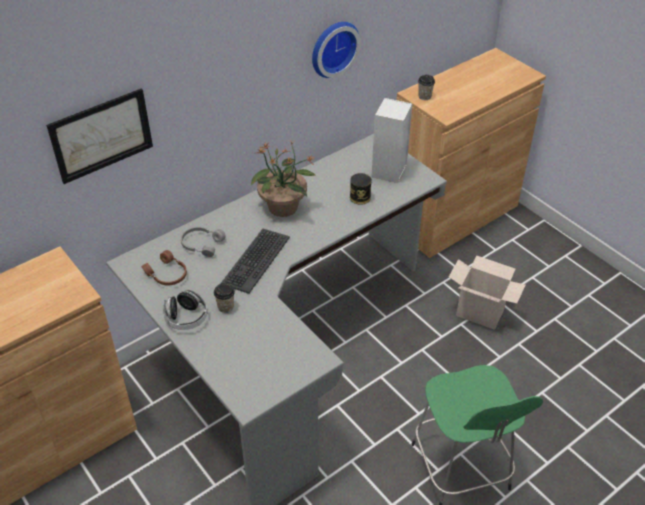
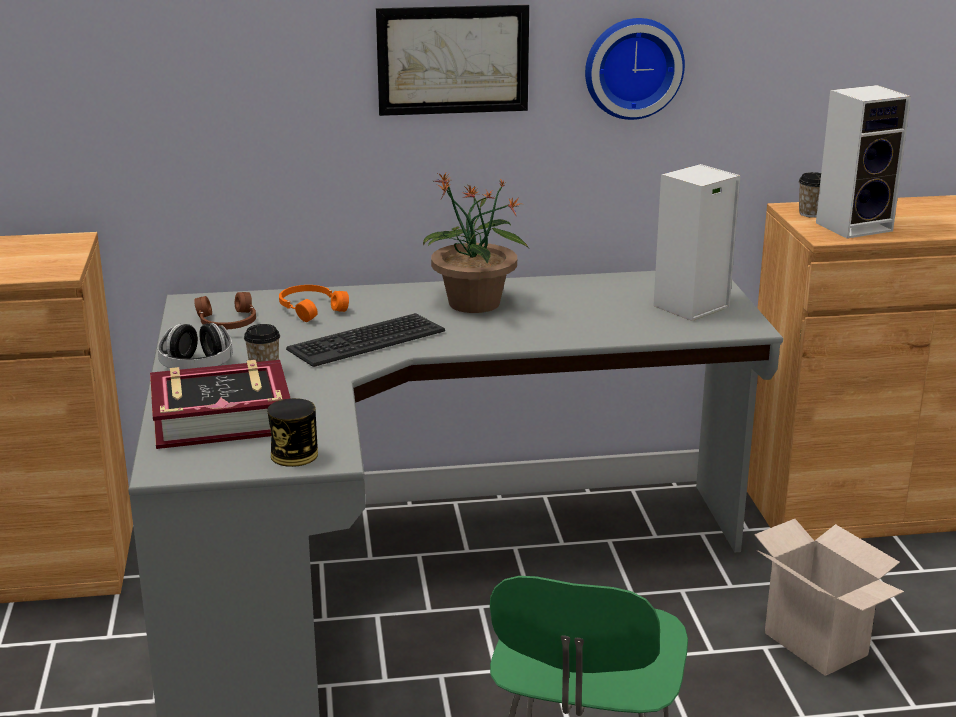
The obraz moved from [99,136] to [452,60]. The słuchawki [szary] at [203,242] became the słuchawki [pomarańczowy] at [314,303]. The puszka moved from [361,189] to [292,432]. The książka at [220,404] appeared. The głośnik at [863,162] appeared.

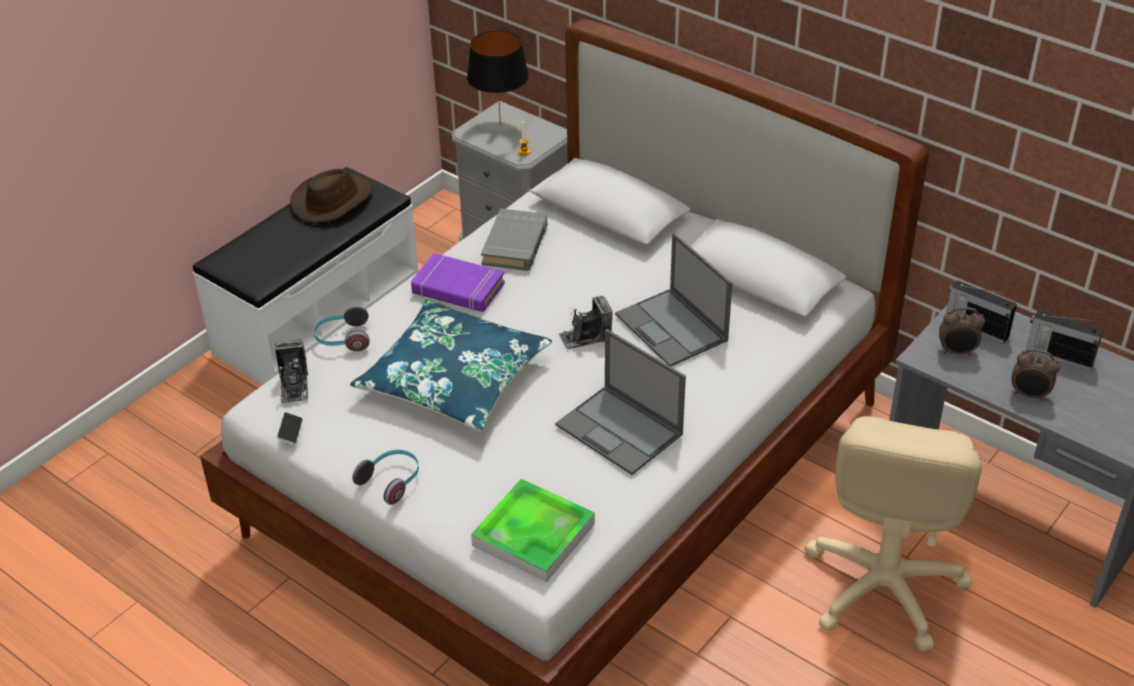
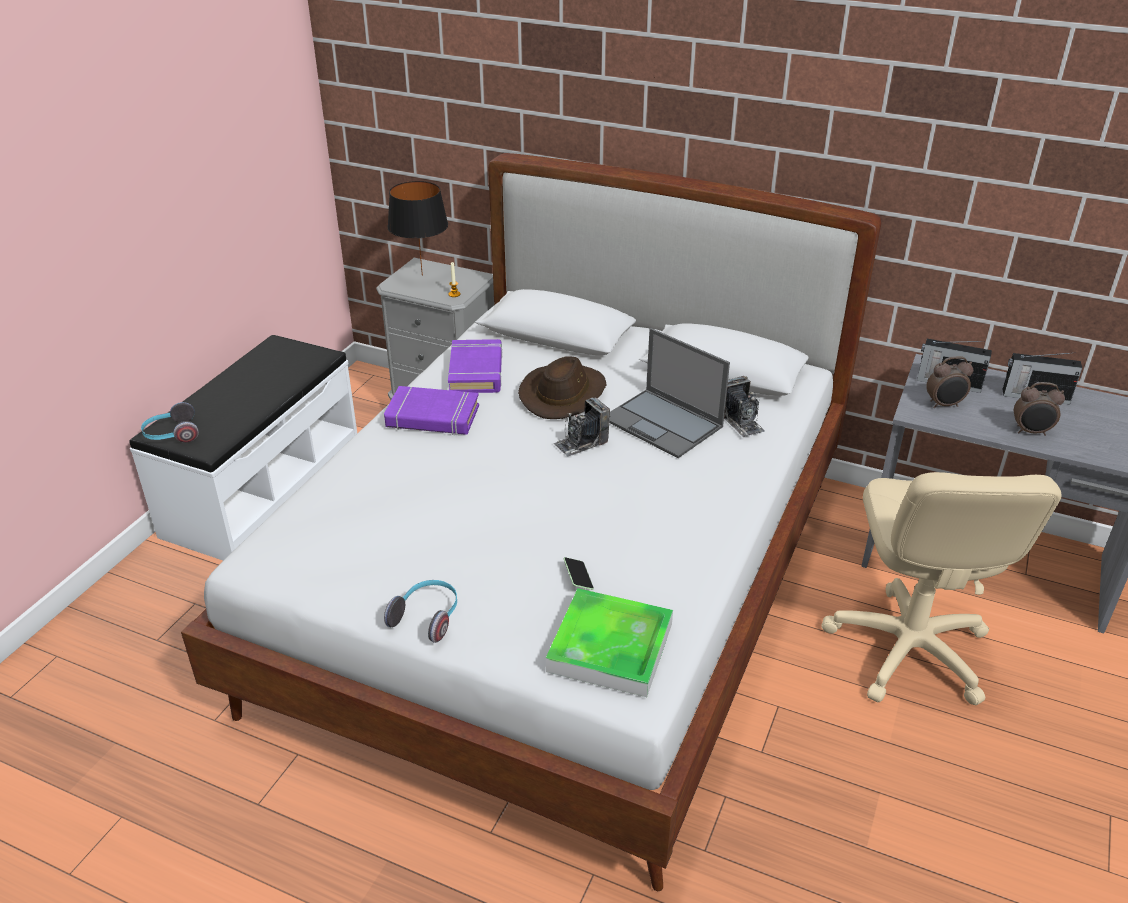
The aparat fotograficzny moved from [291,371] to [744,406]. The telefon moved from [290,428] to [578,573]. The kapelusz [brązowy] moved from [331,196] to [562,387]. The słuchawki moved from [341,328] to [170,422]. The poduszka [niebieski] at [451,366] disappeared. The książka [szary] at [514,239] became the książka [fioletowy] at [475,366]. The laptop at [620,402] disappeared.

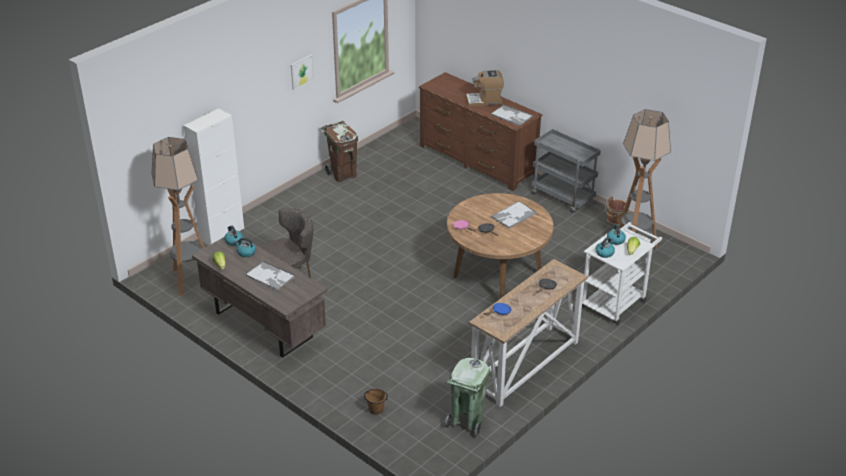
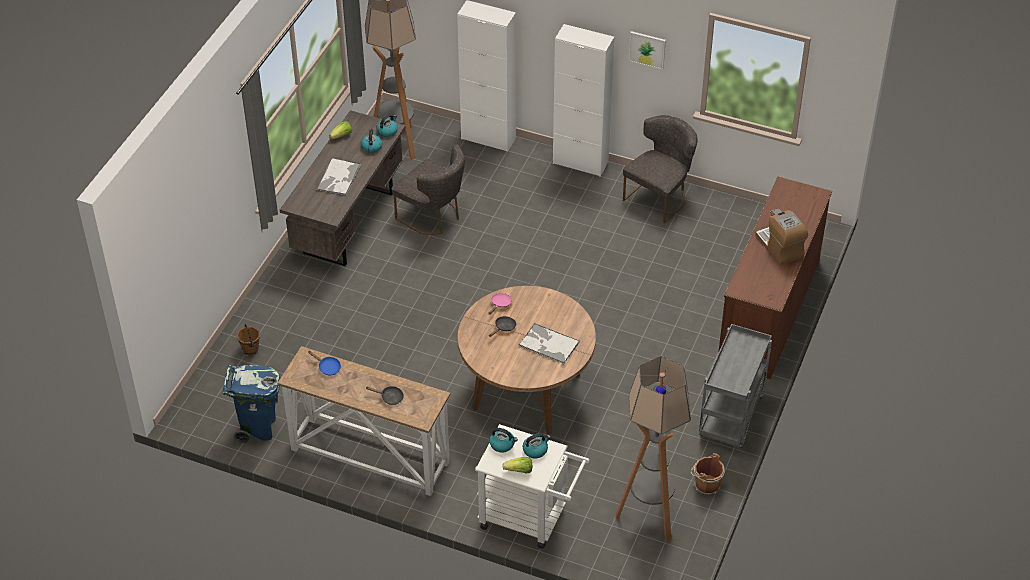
The kosz na śmieci [brązowy] at [339,151] was replaced by the krzesło [szary] at [660,169]. The kosz na śmieci [zielony] at [467,398] became the kosz na śmieci [niebieski] at [251,404]. The taca at [512,115] disappeared. The szafka [biały] at [583,100] appeared.

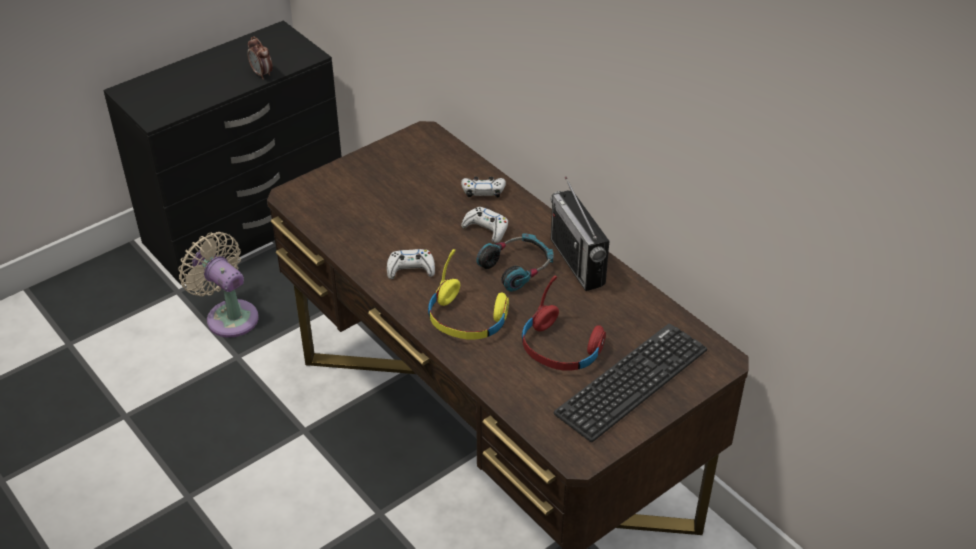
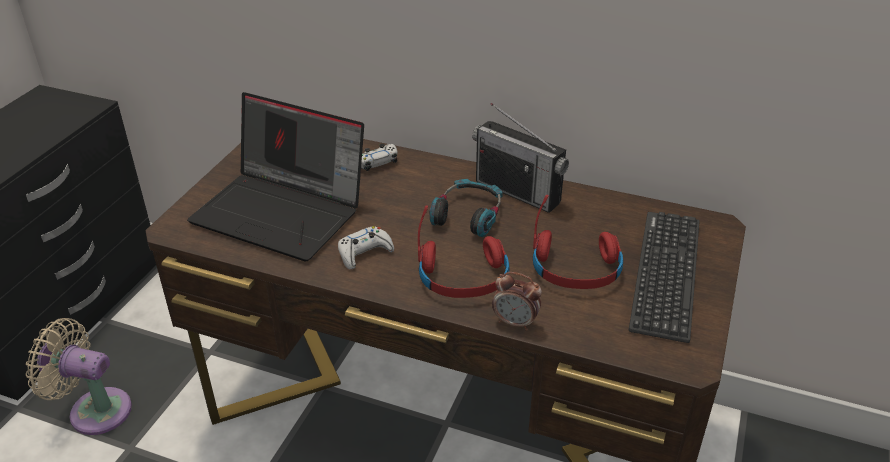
The budzik moved from [260,58] to [517,301]. The słuchawki [żółty] at [468,294] became the słuchawki [czerwony] at [463,251]. The pad do gier [biały] at [484,225] disappeared. The laptop at [275,177] appeared.

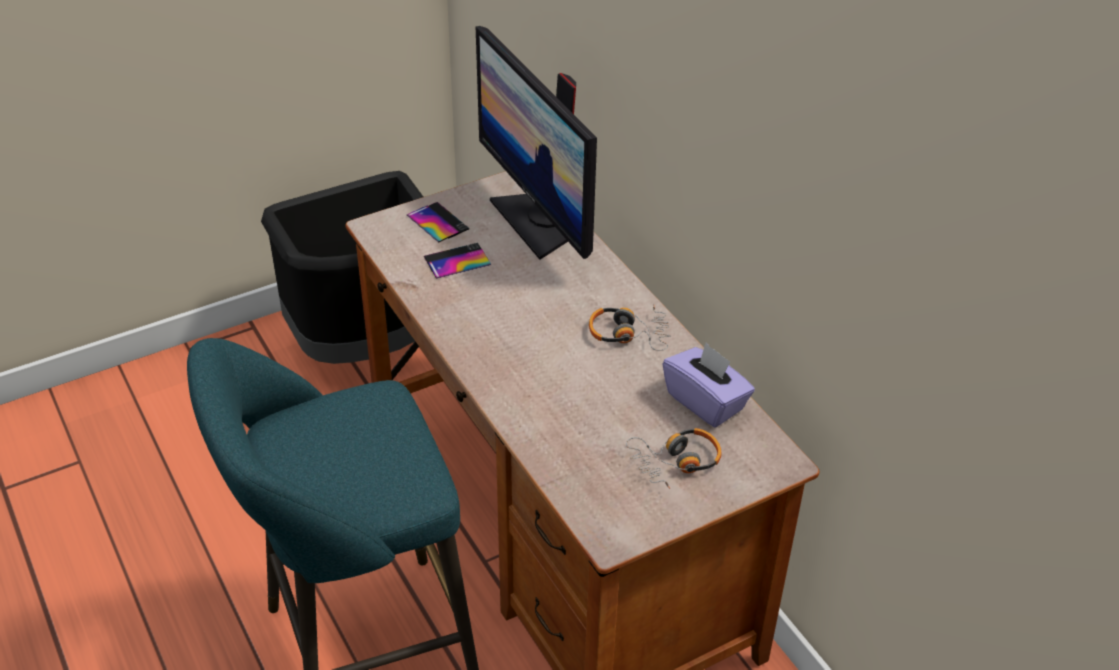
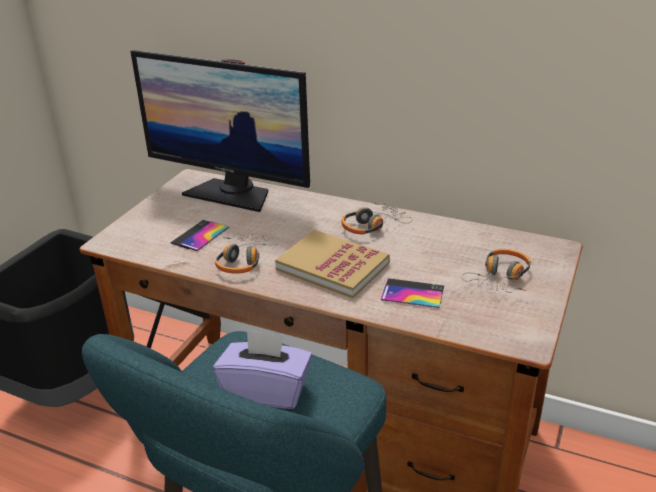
The telefon moved from [438,222] to [412,293]. The pudełko chusteczek [fioletowy] moved from [709,385] to [262,369]. The słuchawki at [247,254] appeared. The książka at [332,264] appeared.

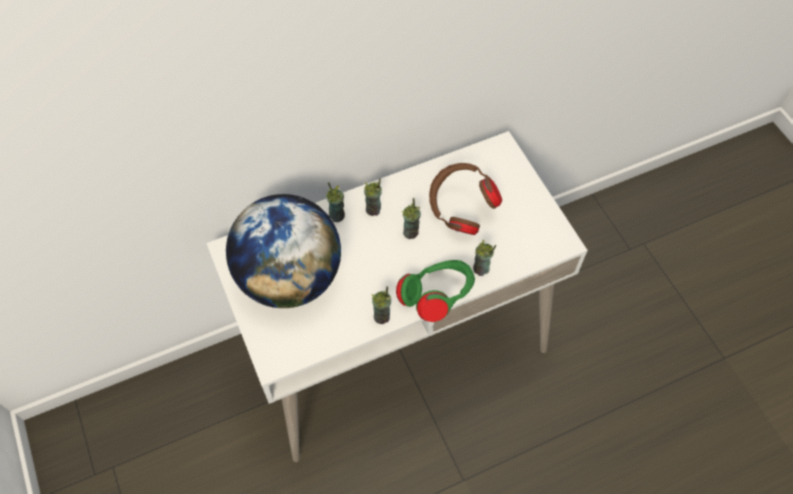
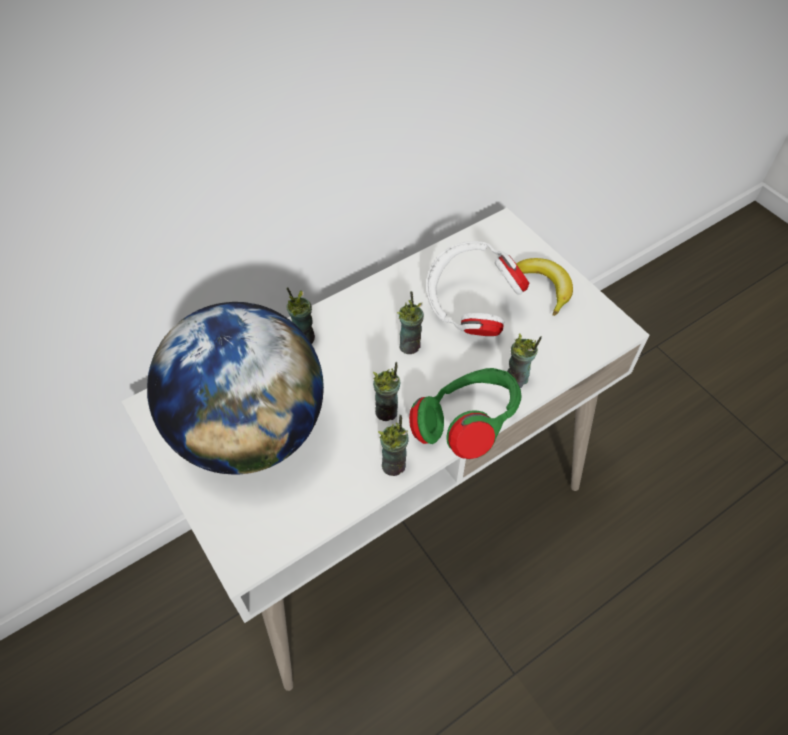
The filiżanka moved from [373,197] to [386,391]. The słuchawki [brązowy] at [465,199] became the słuchawki [biały] at [477,288]. The banan at [544,287] appeared.

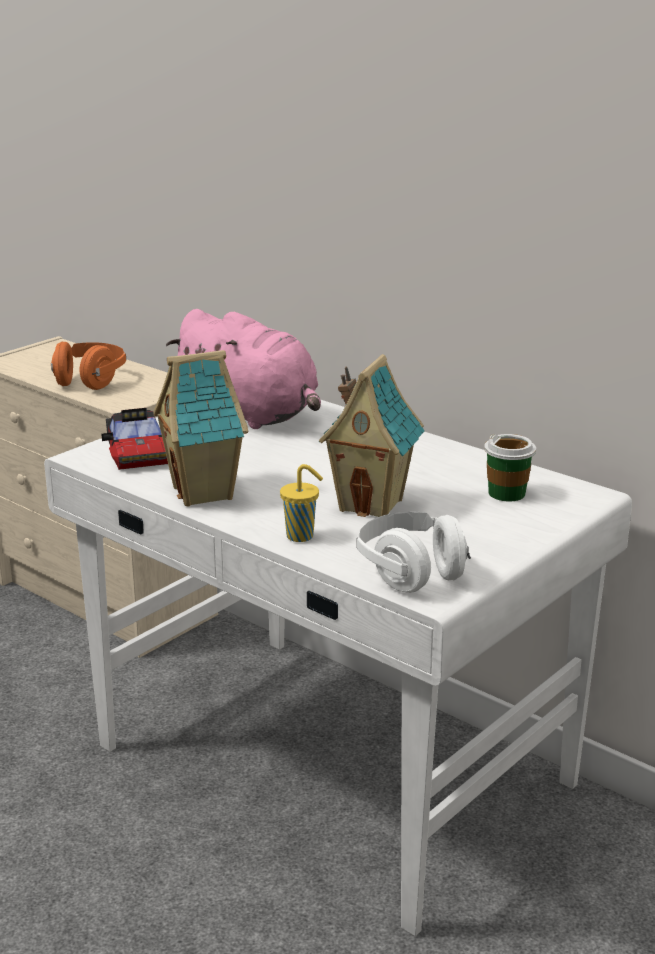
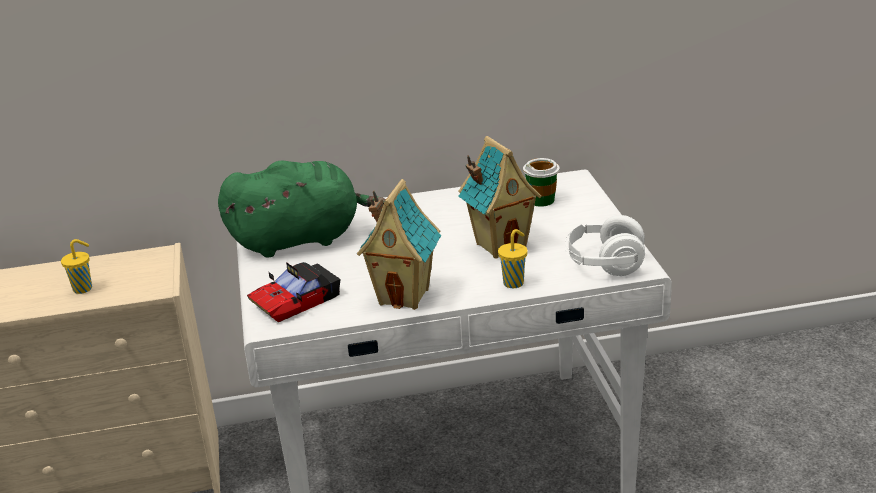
The słuchawki [pomarańczowy] at [88,366] was replaced by the filiżanka [żółty] at [76,266]. The samochodzik at [135,439] turned 120 degrees clockwise. The pluszak [różowy] at [243,369] became the pluszak [zielony] at [302,209].

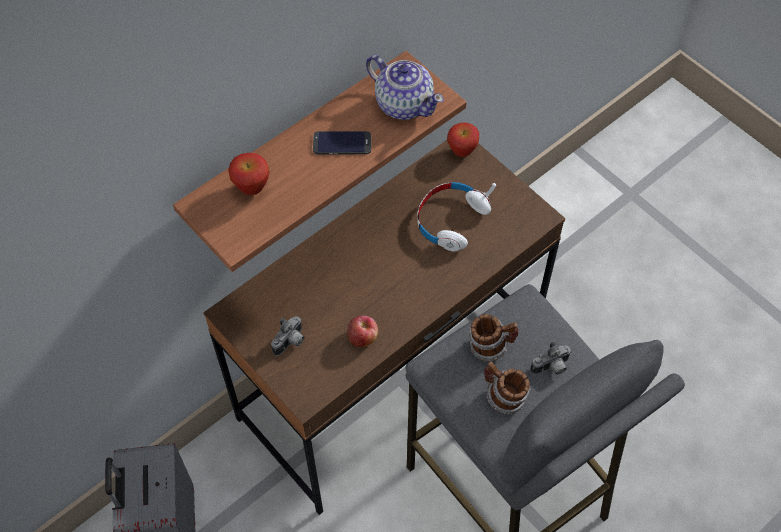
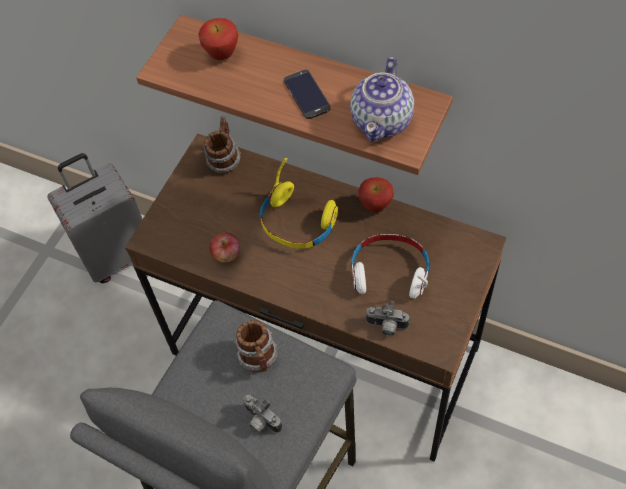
The aparat fotograficzny moved from [288,336] to [387,318]. The jabłko moved from [463,139] to [376,195]. The kubek moved from [507,387] to [222,144]. The słuchawki [żółty] at [299,203] appeared.

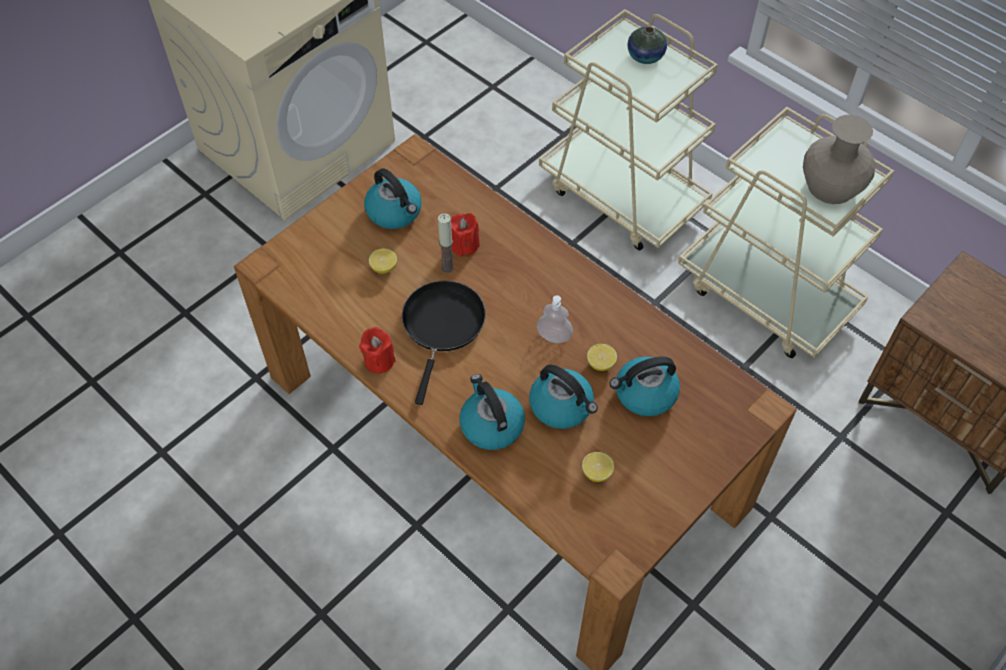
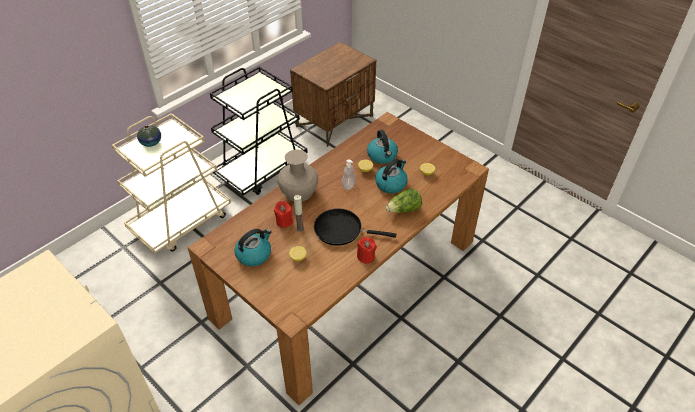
The czajnik at [492,412] was replaced by the sałata at [403,201]. The wózek [beżowy] at [786,232] became the wózek [czarny] at [259,131]. The wazon [beżowy] moved from [839,159] to [298,175].

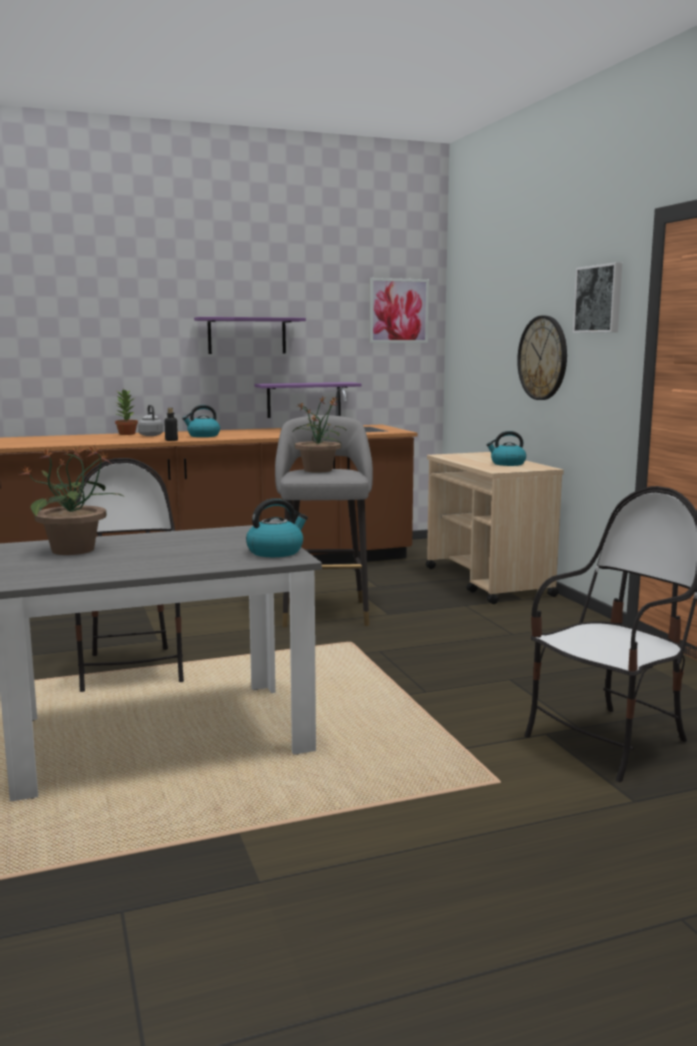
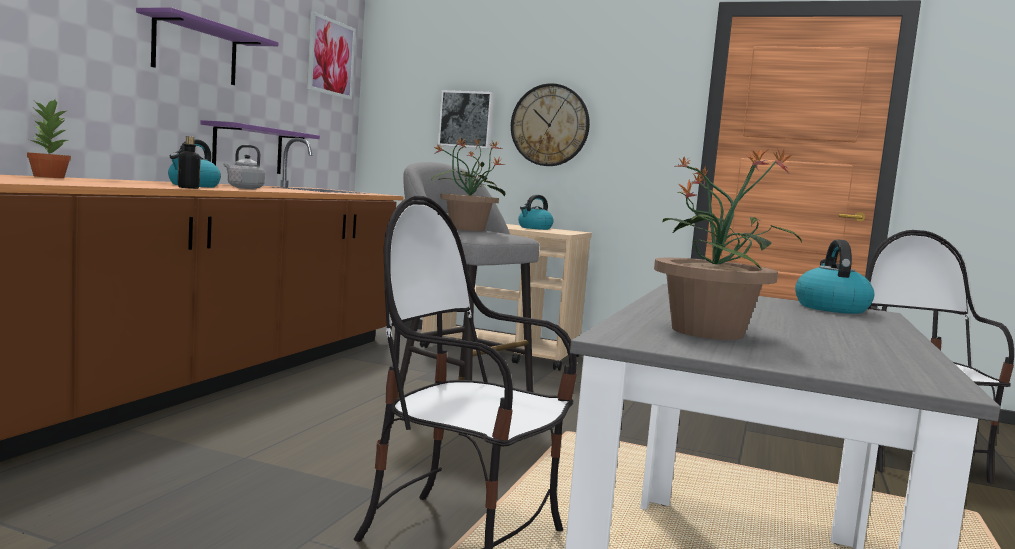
The czajnik [szary] moved from [150,420] to [244,167]. The obraz moved from [597,297] to [466,119].

